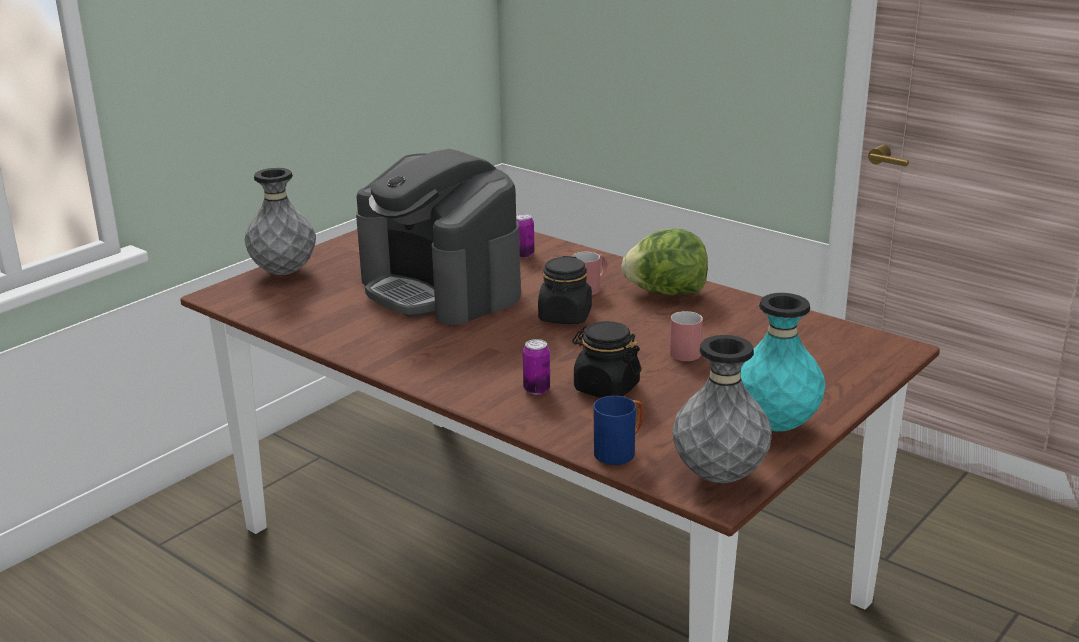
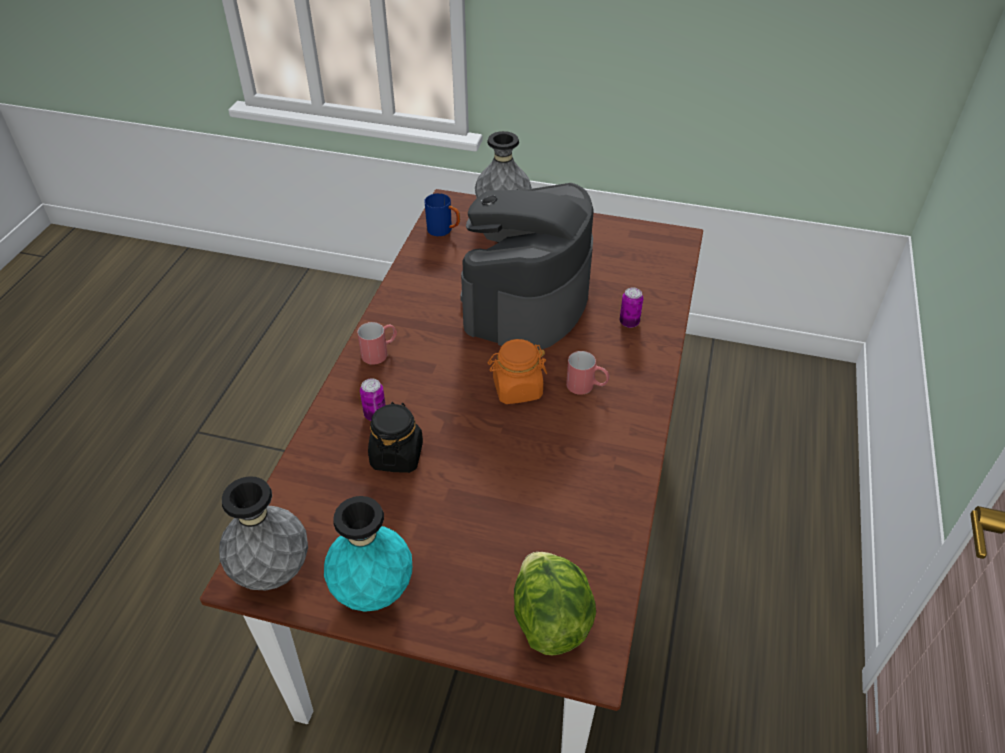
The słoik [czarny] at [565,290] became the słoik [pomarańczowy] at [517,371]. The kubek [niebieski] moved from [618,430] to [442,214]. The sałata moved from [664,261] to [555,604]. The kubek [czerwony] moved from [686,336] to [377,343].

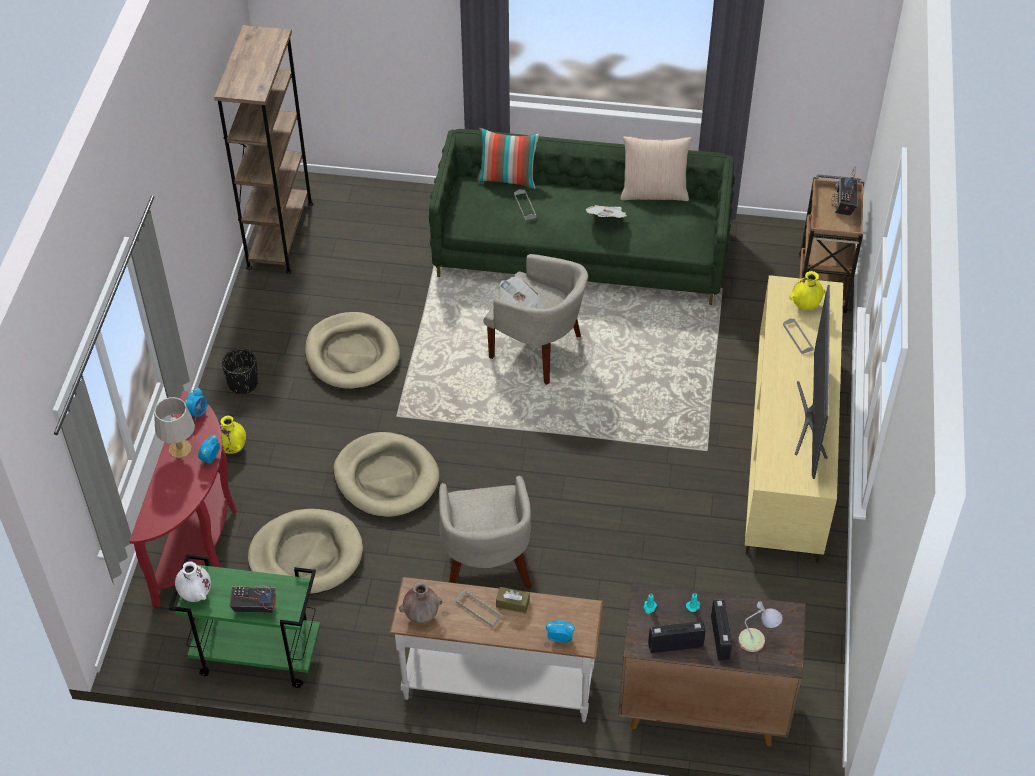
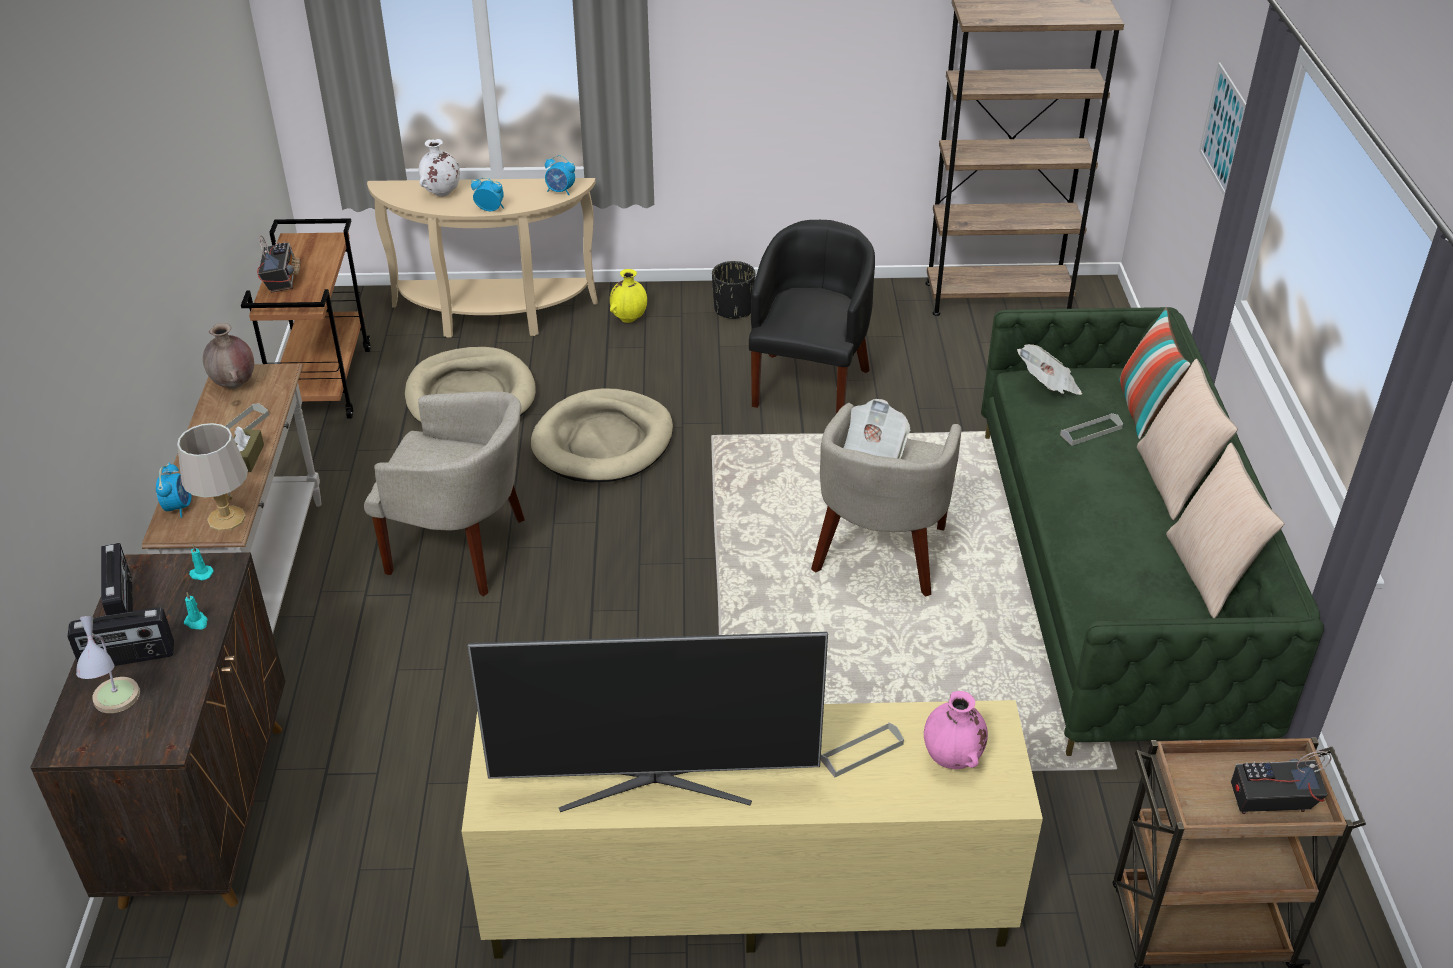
The stolik konsolowy [czerwony] at [183,499] became the stolik konsolowy [beżowy] at [482,258]. The lampa stołowa [szary] moved from [174,427] to [212,477]. The wózek [zielony] at [244,621] became the wózek [brązowy] at [306,318]. The wazon [biały] moved from [193,581] to [439,168]. The legowisko [beżowy] at [352,350] was replaced by the fotel [czarny] at [812,317]. The fotel [beżowy] at [485,533] turned 150 degrees counterclockwise. The gazeta moved from [606,211] to [1049,369]. The wazon [żółty] at [807,290] became the wazon [różowy] at [956,730]. The poduszka [beżowy] at [1187,439] appeared. The obraz at [1222,129] appeared.

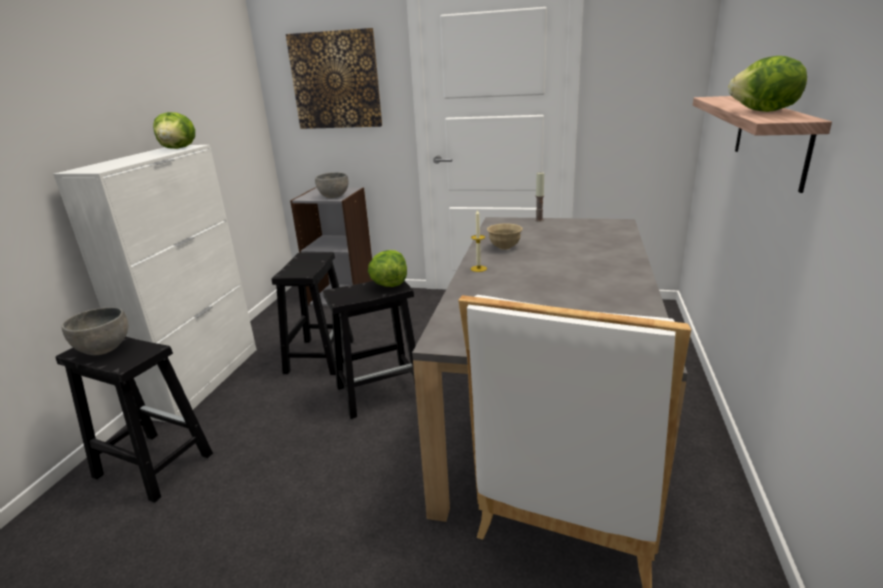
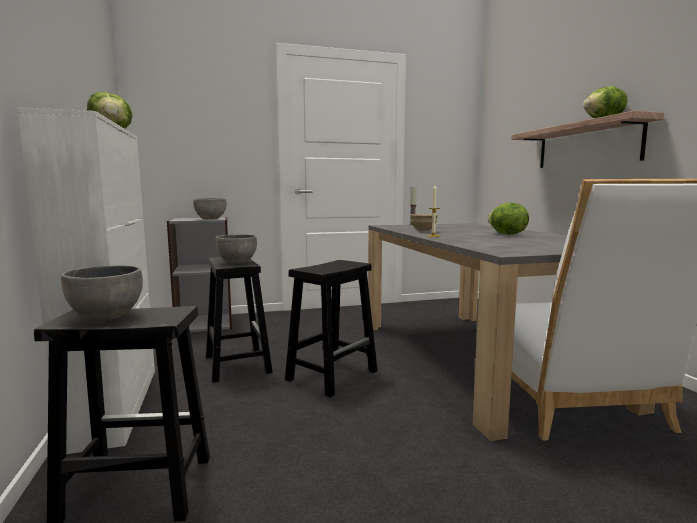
The obraz at [334,78] disappeared. The sałata moved from [387,268] to [508,219]. The miska [szary] at [236,249] appeared.

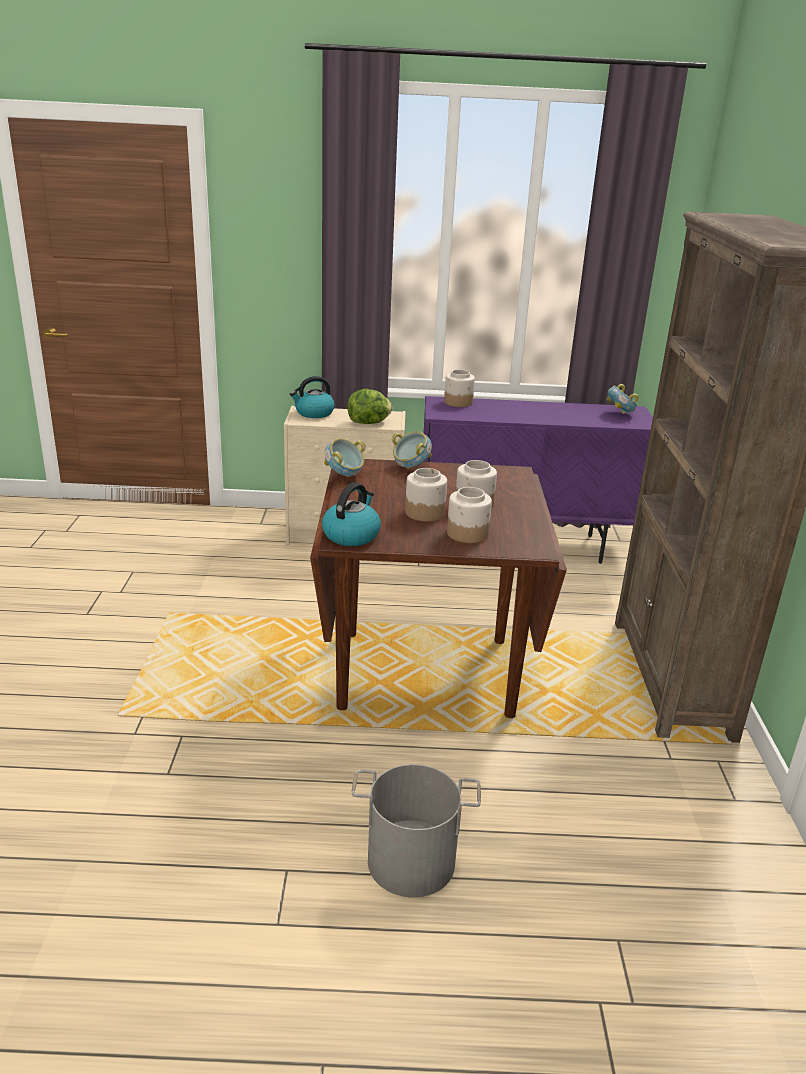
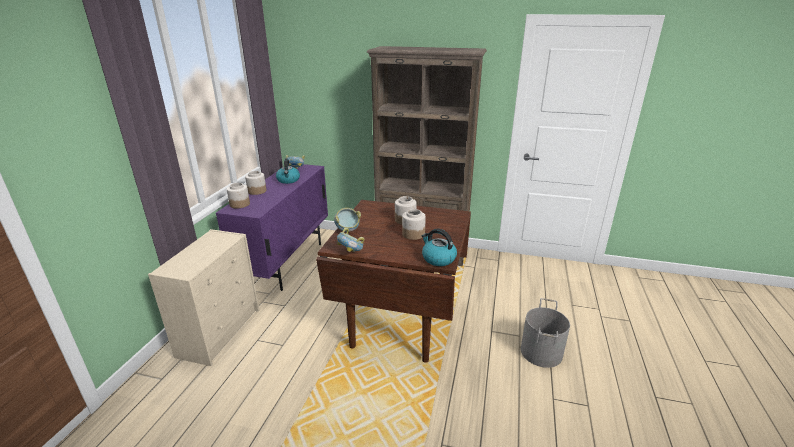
The czajnik moved from [312,397] to [288,171]. The sałata at [369,406] disappeared. The słoik moved from [469,515] to [255,183].

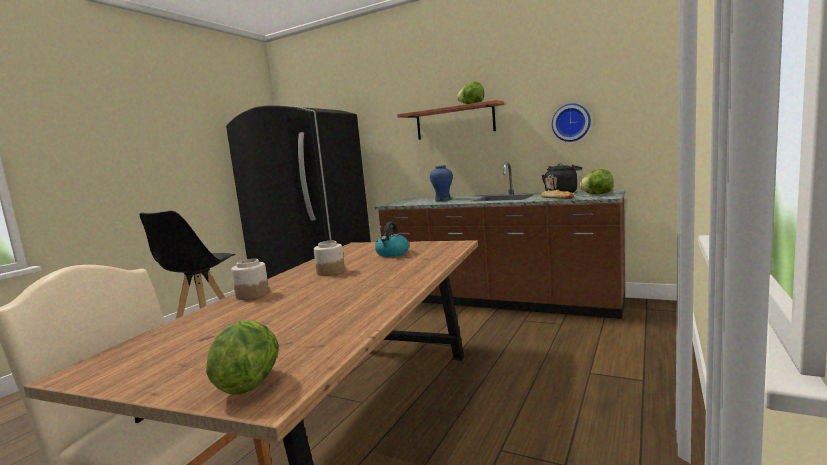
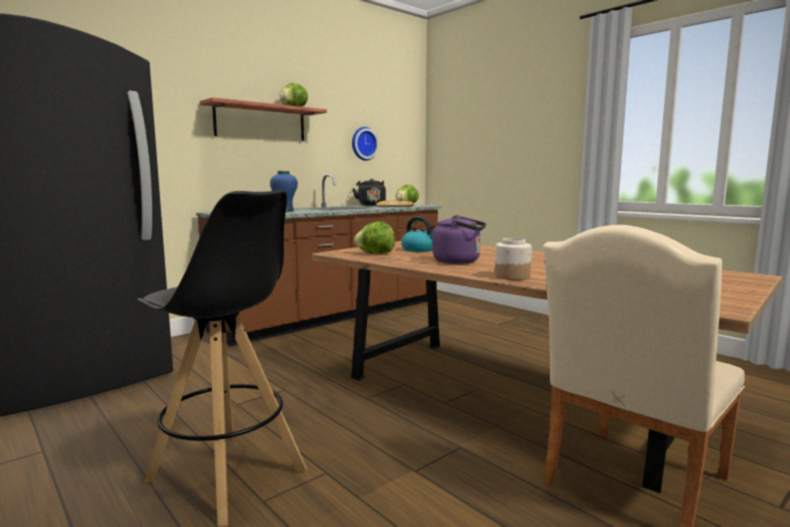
The sałata moved from [242,357] to [374,237]. The słoik at [329,258] was replaced by the czajnik [fioletowy] at [459,239].

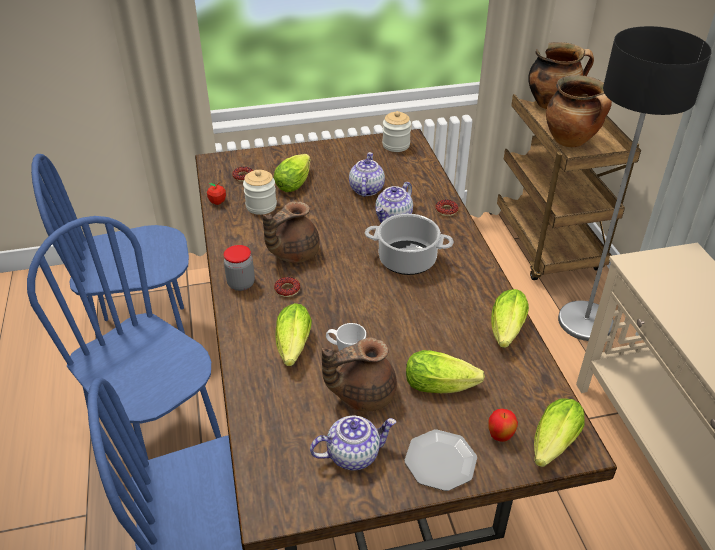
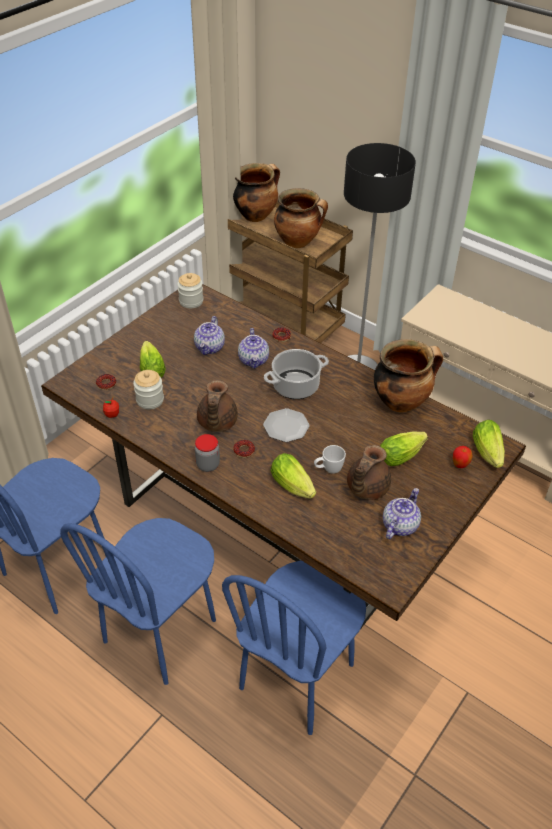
The krzesło [niebieski] at [124,338] turned 60 degrees counterclockwise. The imbryk at [367,174] turned 135 degrees counterclockwise. The talerz moved from [441,460] to [286,425]. The sałata at [510,318] was replaced by the garnek at [408,375].

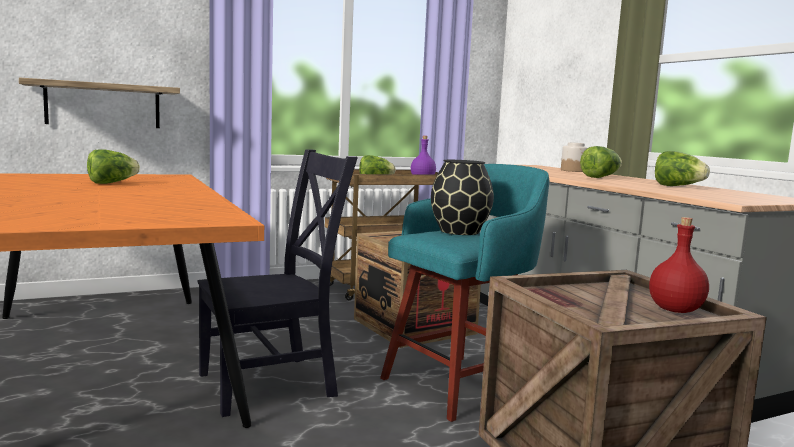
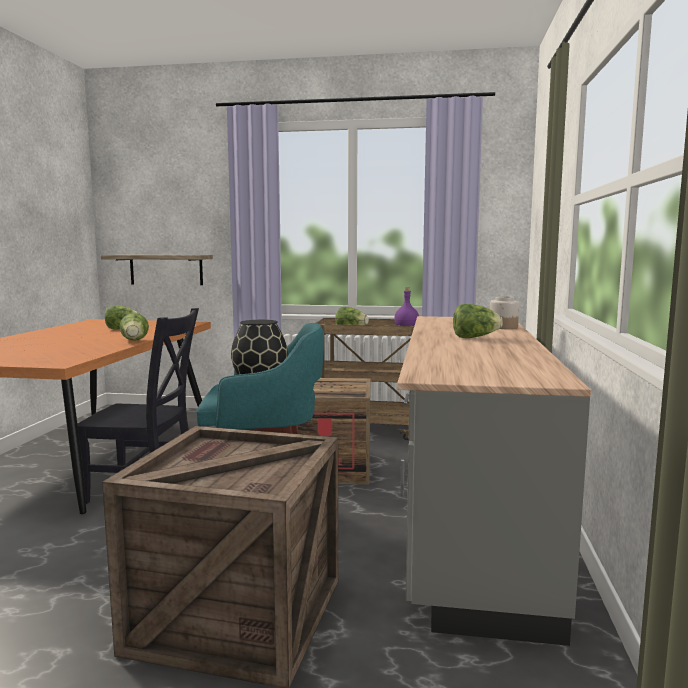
The butelka [czerwony] at [679,265] disappeared. The sałata moved from [682,168] to [134,327].

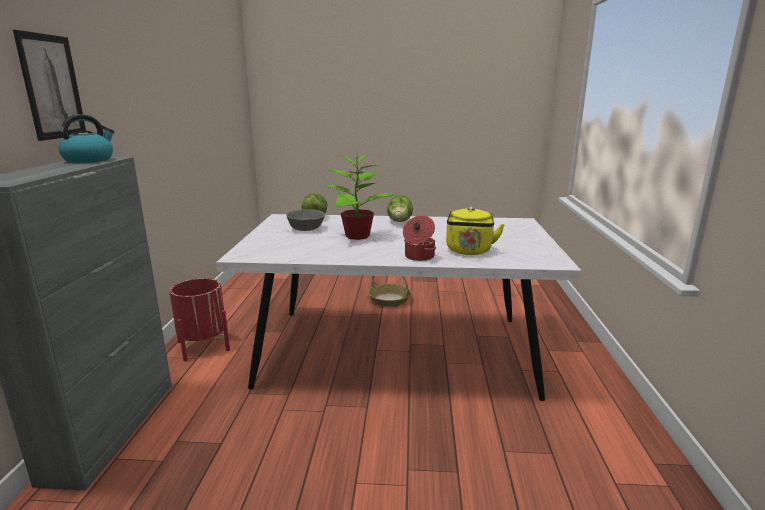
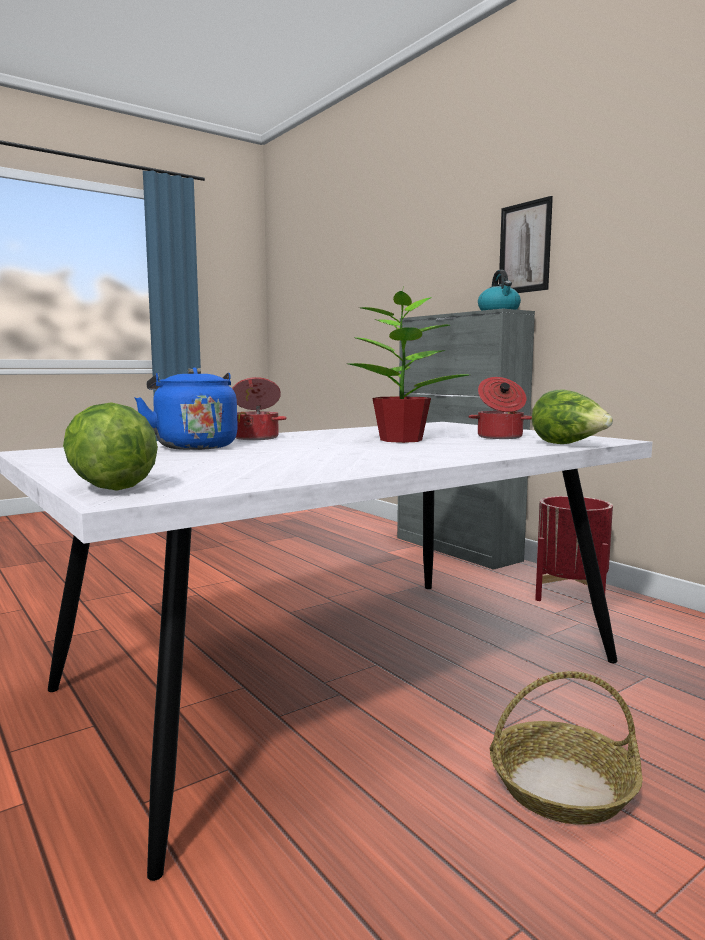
The miska [szary] at [305,220] was replaced by the garnek at [500,408]. The sałata moved from [400,208] to [110,446]. The czajnik [żółty] at [475,231] became the czajnik [niebieski] at [186,408].

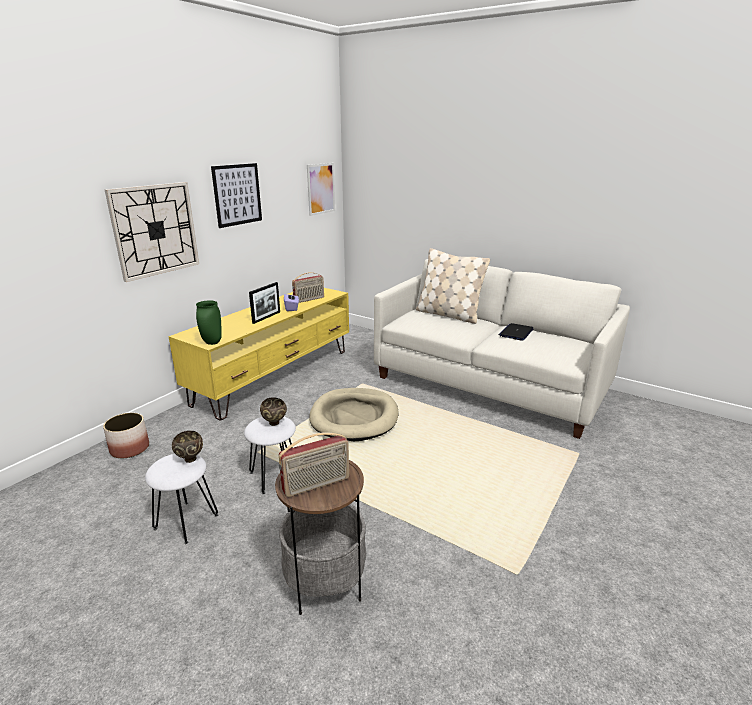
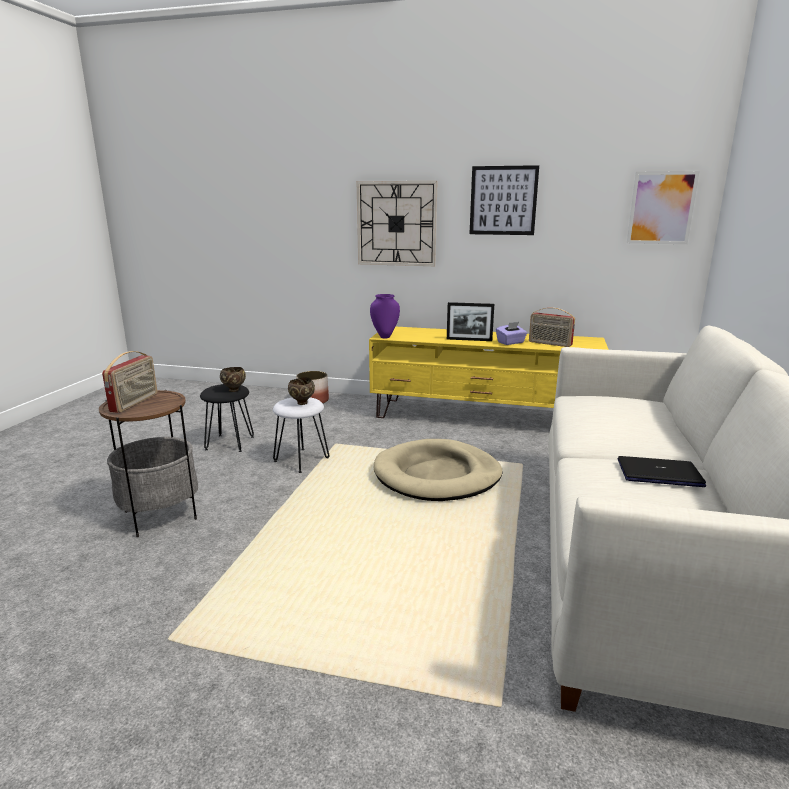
The stołek [biały] at [181,499] became the stołek [czarny] at [227,418]. The wazon [zielony] at [209,322] became the wazon [fioletowy] at [385,316]. The radio at [314,464] turned 120 degrees counterclockwise. The poduszka [beżowy] at [453,286] disappeared.

